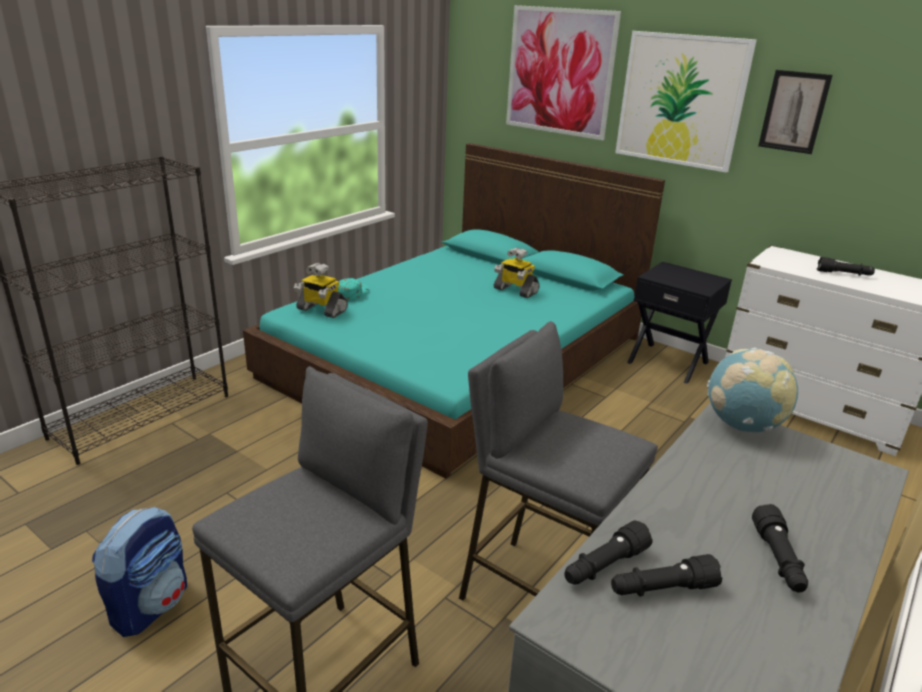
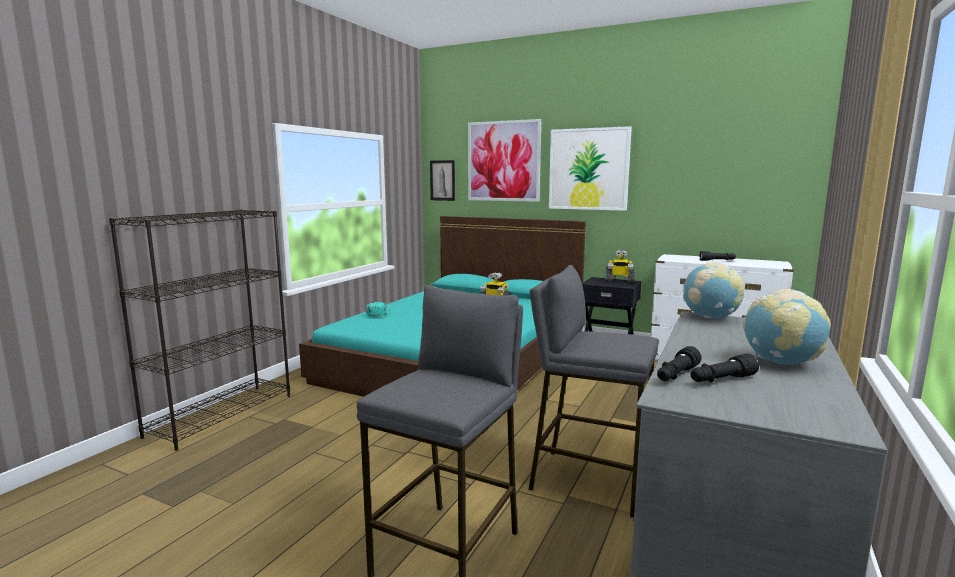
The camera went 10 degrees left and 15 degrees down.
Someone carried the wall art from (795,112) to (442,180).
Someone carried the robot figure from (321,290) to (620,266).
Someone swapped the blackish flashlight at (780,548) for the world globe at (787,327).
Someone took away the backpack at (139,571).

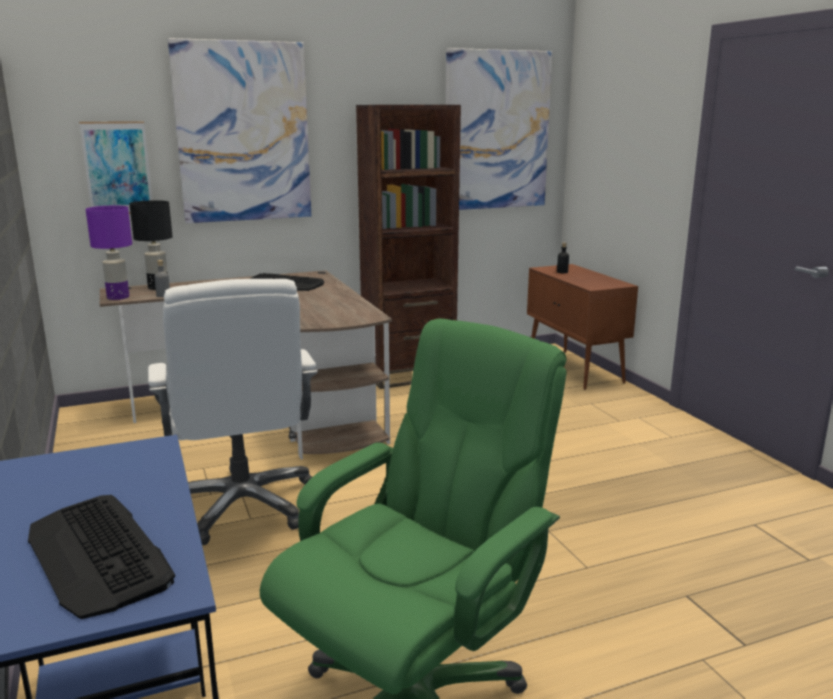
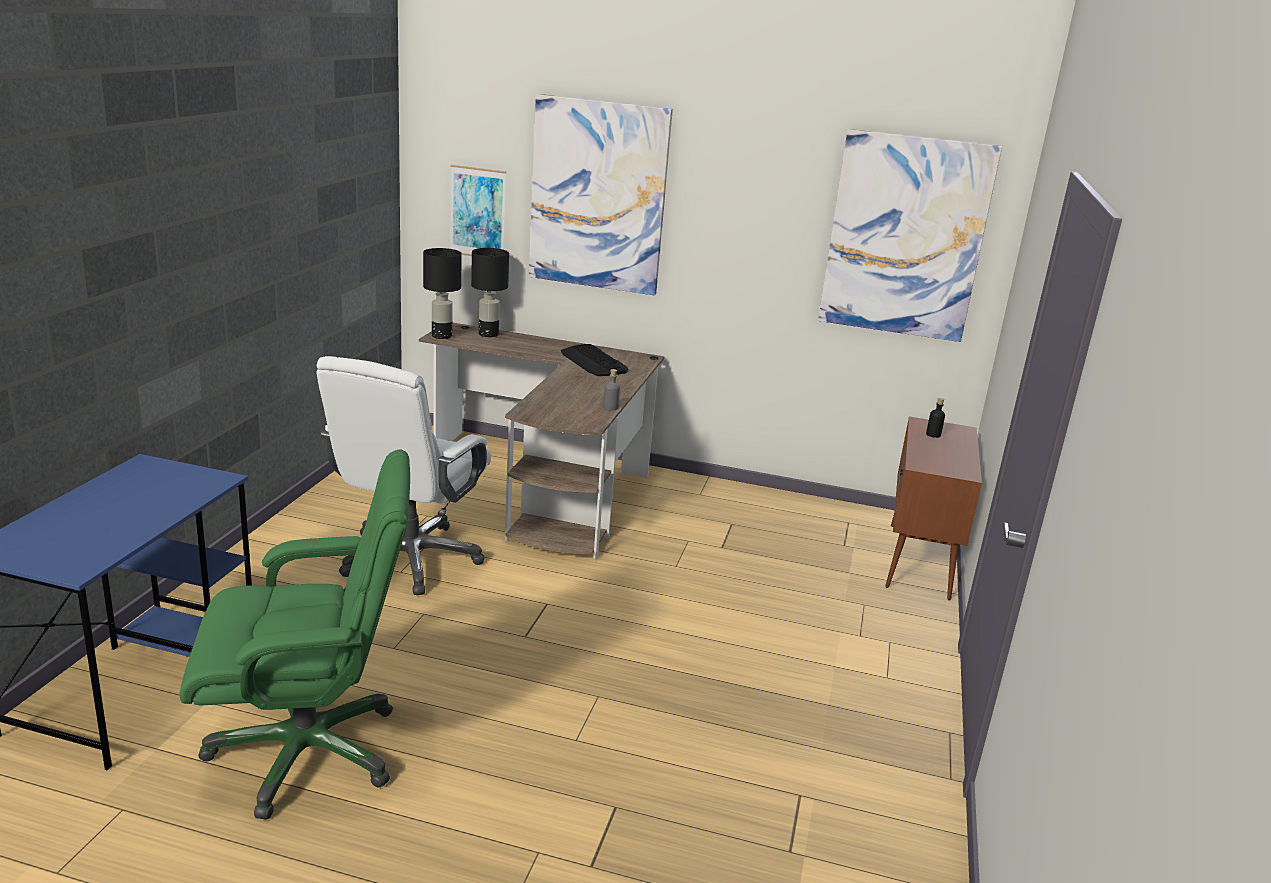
The camera went 35 degrees right and 5 degrees up.
Someone took away the brown-coloured shelving unit at (408,247).
Someone repainted the purplish tabletop lamp at (109,253), which became the blackish tabletop lamp at (442,293).
Someone carried the gray bottle from (162,278) to (611,390).
Someone took away the keyboard at (101,557).

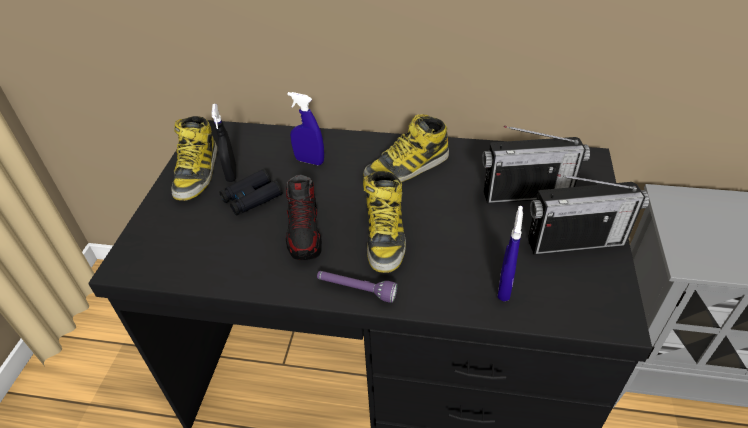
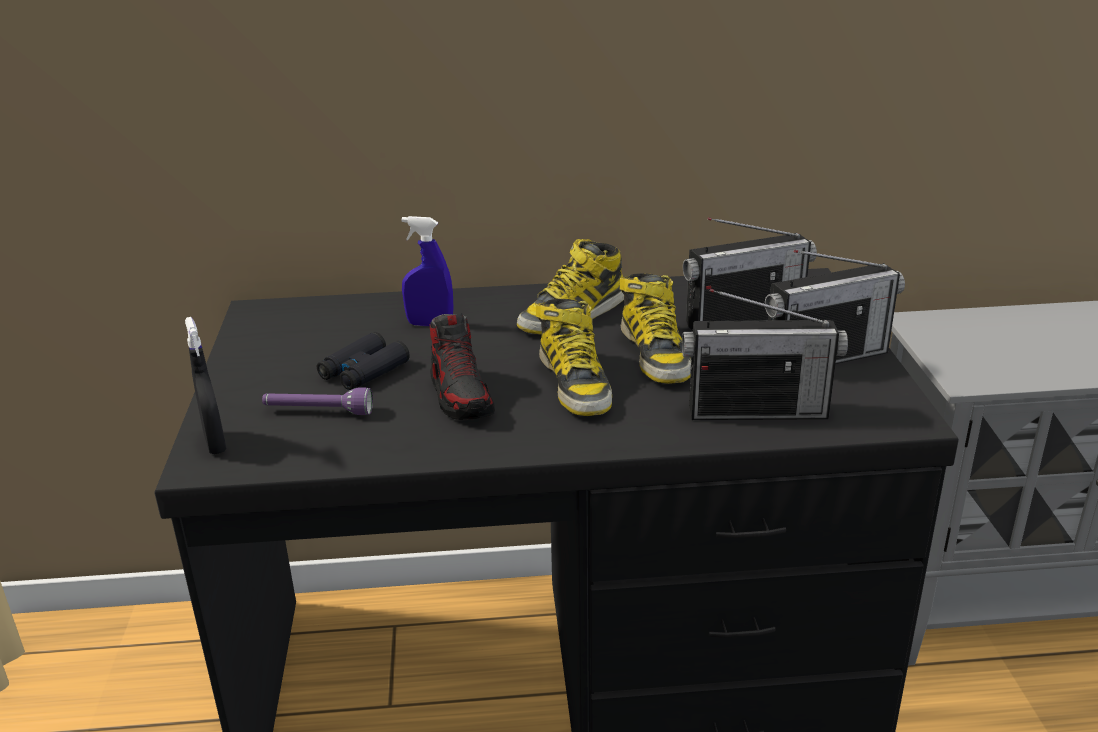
The camera went 15 degrees left and 15 degrees down.
Someone carried the blackish hand sprayer from (223,143) to (206,385).
Someone carried the high-top boot from (194,158) to (655,328).
Someone swapped the blue hand sprayer at (510,253) for the radio at (765,354).
Someone carried the purplish flashlight from (357,287) to (317,401).

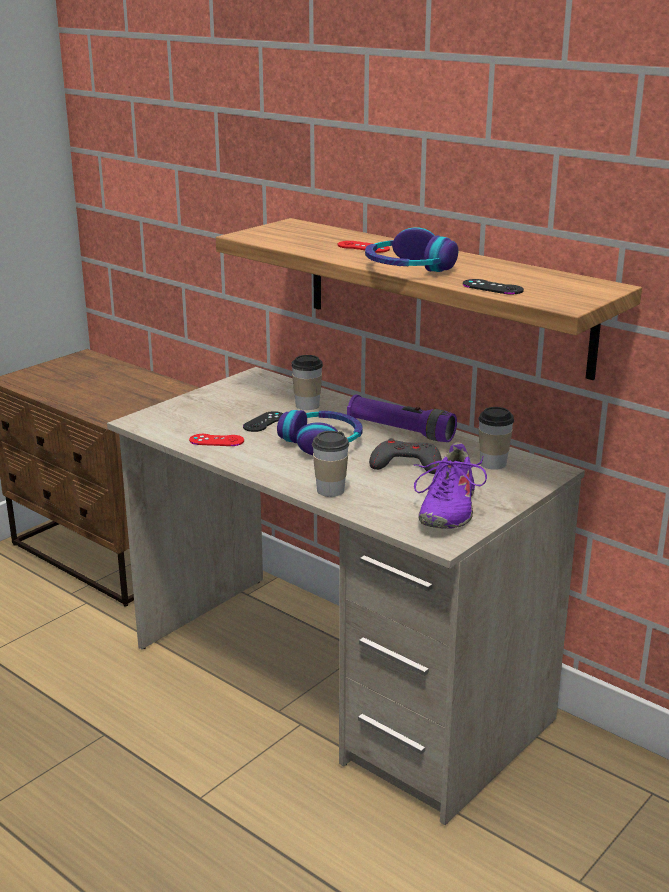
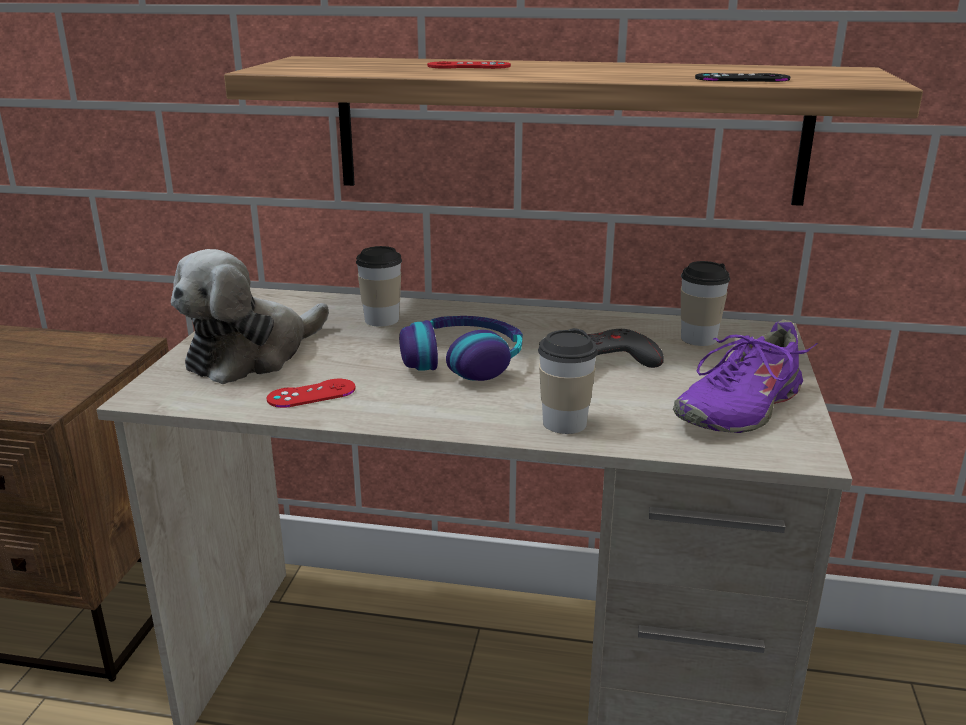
The camera went 30 degrees left and 0 degrees up.
Someone took away the headset at (411,249).
Someone took away the purplish flashlight at (402,418).
Someone took away the blackish gamepad at (263,421).
Someone rotated the purplish low shoe at (450,486) by 60 degrees clockwise.
Someone put down the cuddly toy at (250,316).

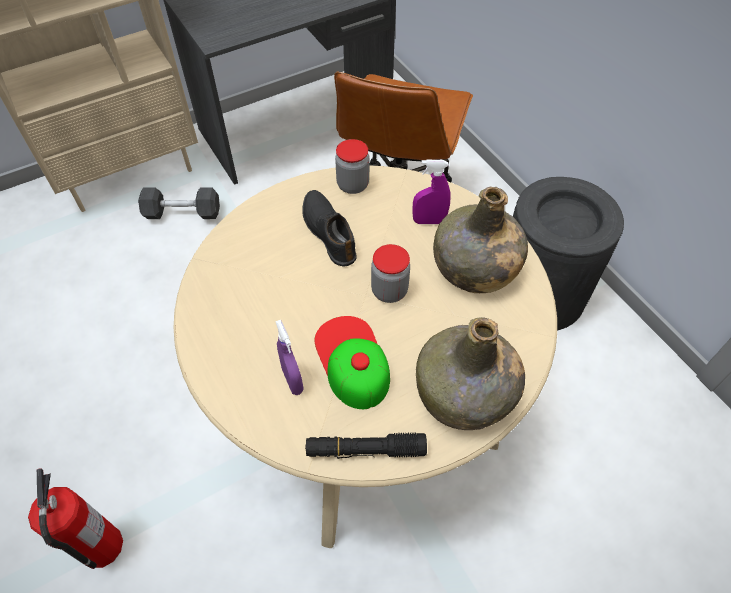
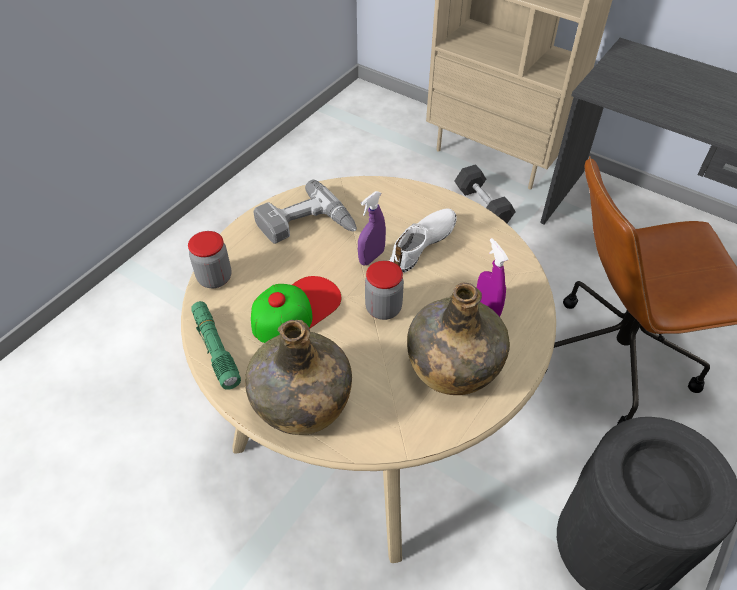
The camera went 65 degrees right and 5 degrees down.
Someone carried the jar from (352,166) to (209,259).
Someone repainted the blackish low shoe at (329,228), which became the white low shoe at (423,241).
Someone carried the purplish hand sprayer from (289,357) to (372,228).
Someone repainted the blackish flashlight at (366,446), which became the greenish flashlight at (216,345).
Someone took away the extinguisher at (75,519).
Someone put down the electric drill at (305,212).

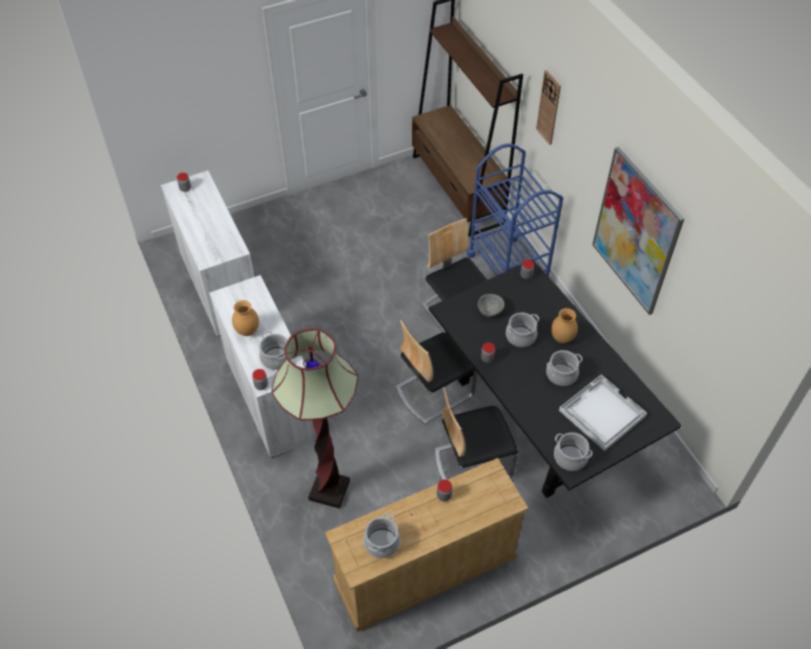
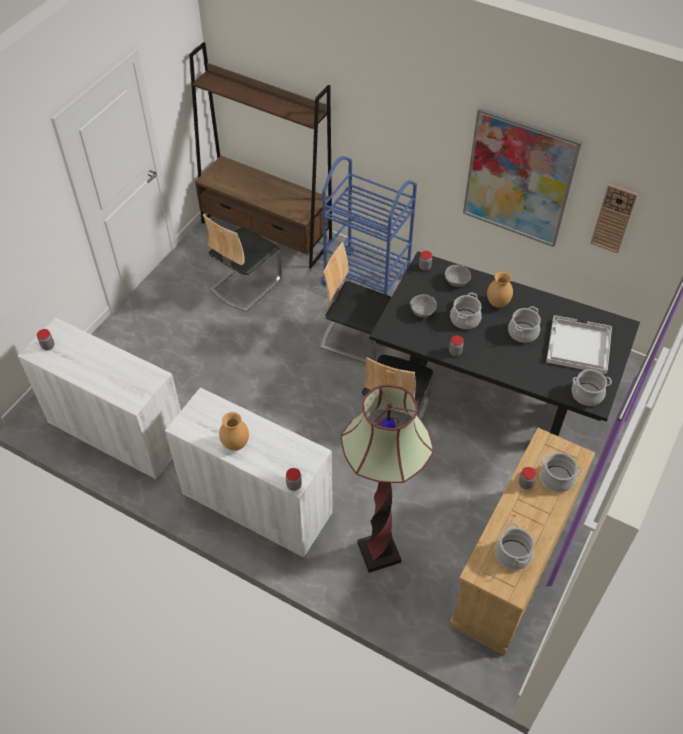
The camera went 35 degrees left and 0 degrees up.
Someone carried the clock on the wall from (548,107) to (614,218).
Someone carried the saucepot from (273,350) to (561,472).
Someone carried the plain chair from (476,433) to (242,263).
Someone put down the gray serving bowl at (458,276).

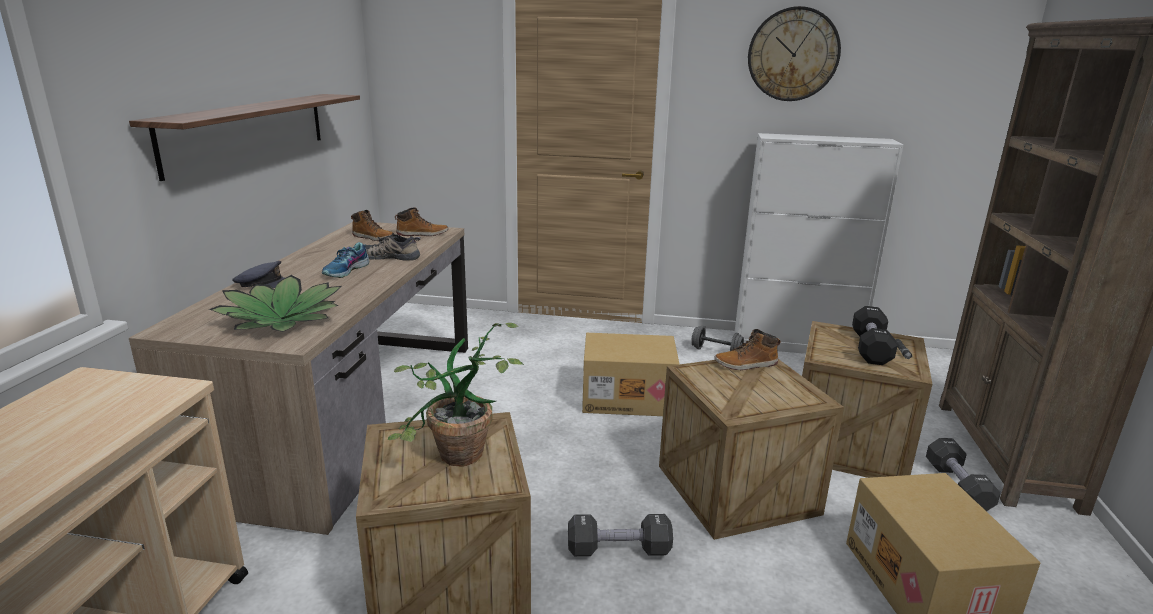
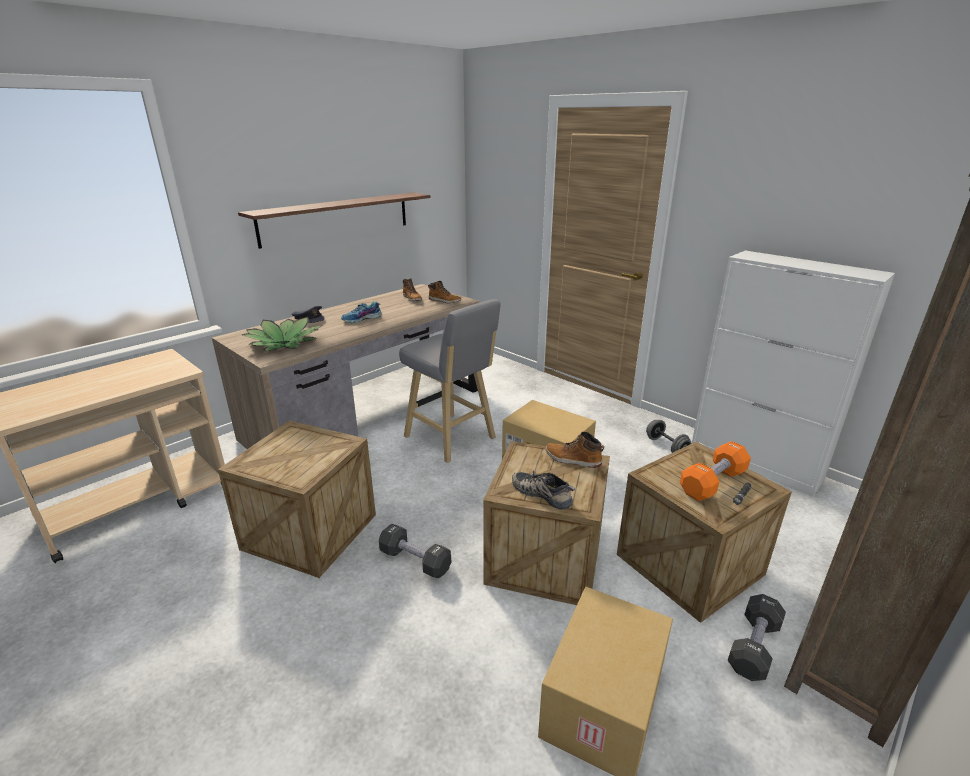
The camera went 35 degrees right and 5 degrees up.
Someone took away the clock on the wall at (794,53).
Someone carried the low shoe from (393,247) to (543,490).
Someone repainted the blackish dumbbell at (875,335), which became the orangey dumbbell at (715,471).
Someone took away the potted plant at (456,395).
Someone put down the gray sitting stool at (449,381).

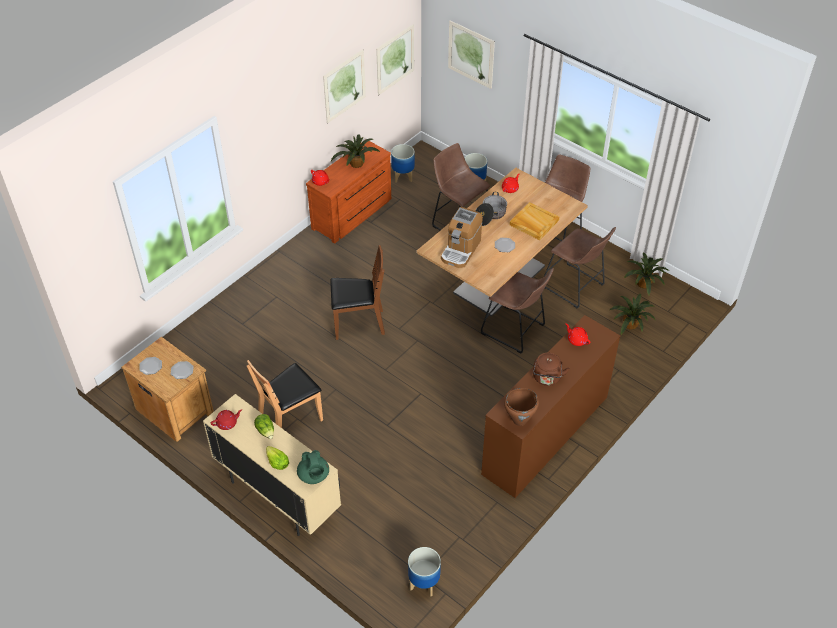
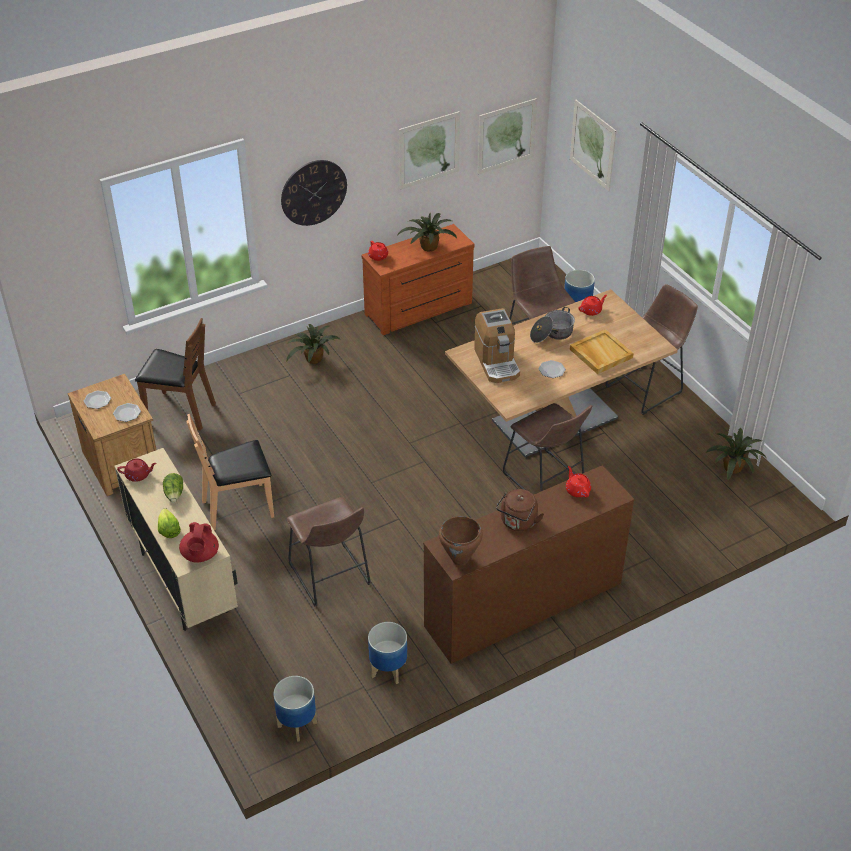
The camera went 20 degrees right and 5 degrees down.
Someone carried the flower pot from (403,163) to (387,653).
Someone rotated the coffee brewer at (462,237) by 60 degrees counterclockwise.
Someone carried the brown-coloured sitting stool from (580,268) to (329,552).
Someone carried the brown-coloured plain chair from (357,292) to (175,374).
Someone carried the potted plant from (633,314) to (313,344).
Someone repainted the greenish teapot at (313,467), which became the reddish teapot at (199,542).
Someone put up the clock on the wall at (314,193).

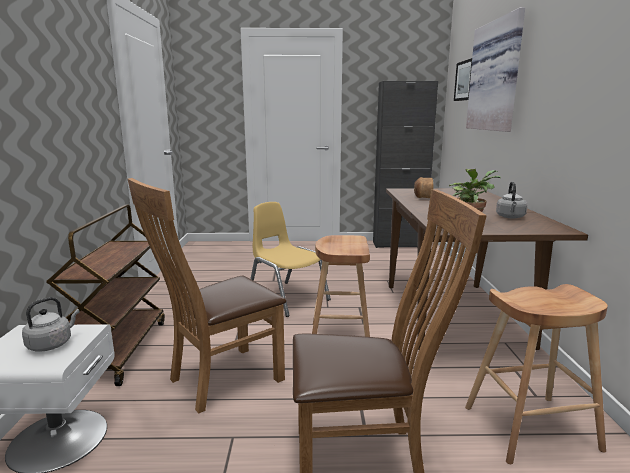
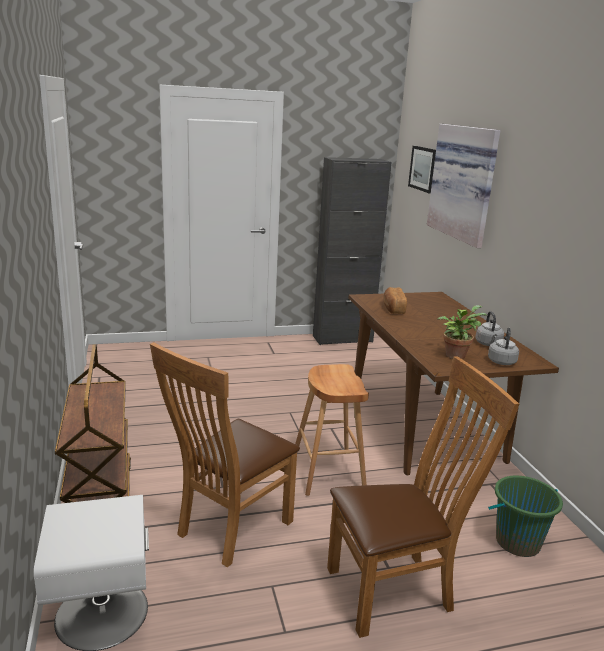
The camera went 15 degrees left and 5 degrees up.
Someone took away the yellowish plain chair at (290,259).
Someone swapped the brown-coloured sitting stool at (536,374) for the greenish bucket at (525,516).
Someone carried the gray water kettle from (51,324) to (503,346).

